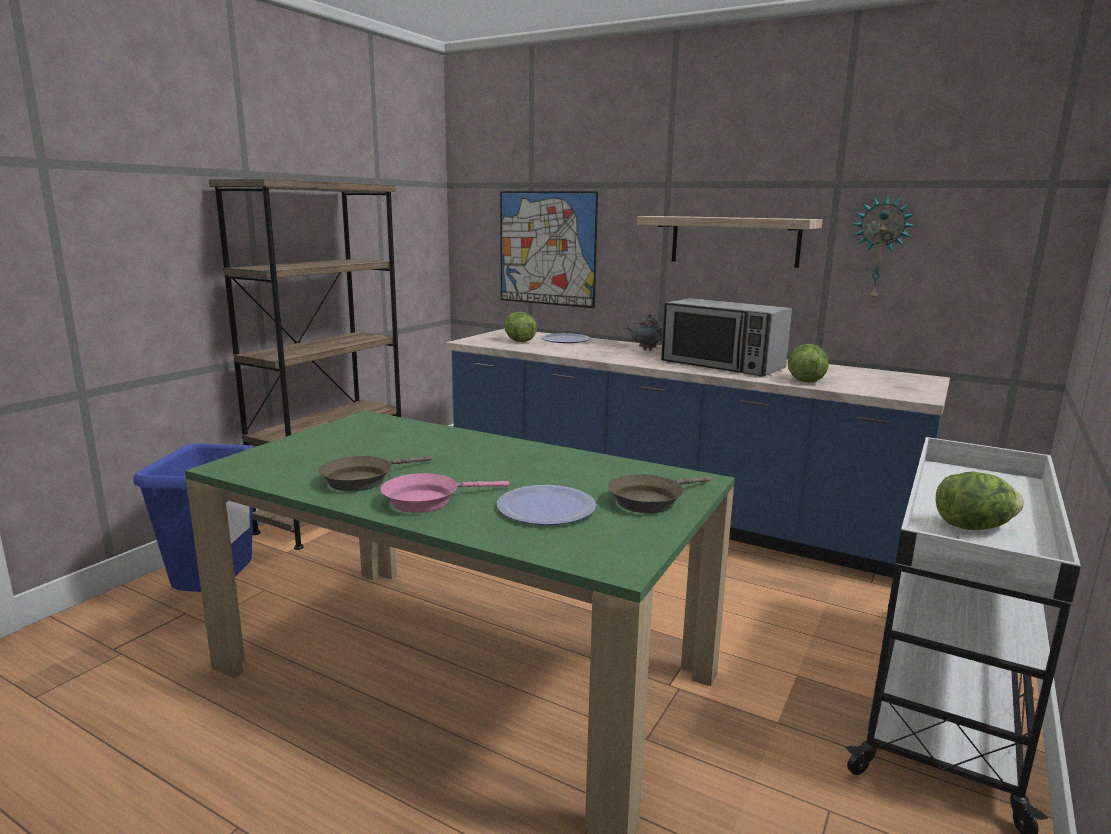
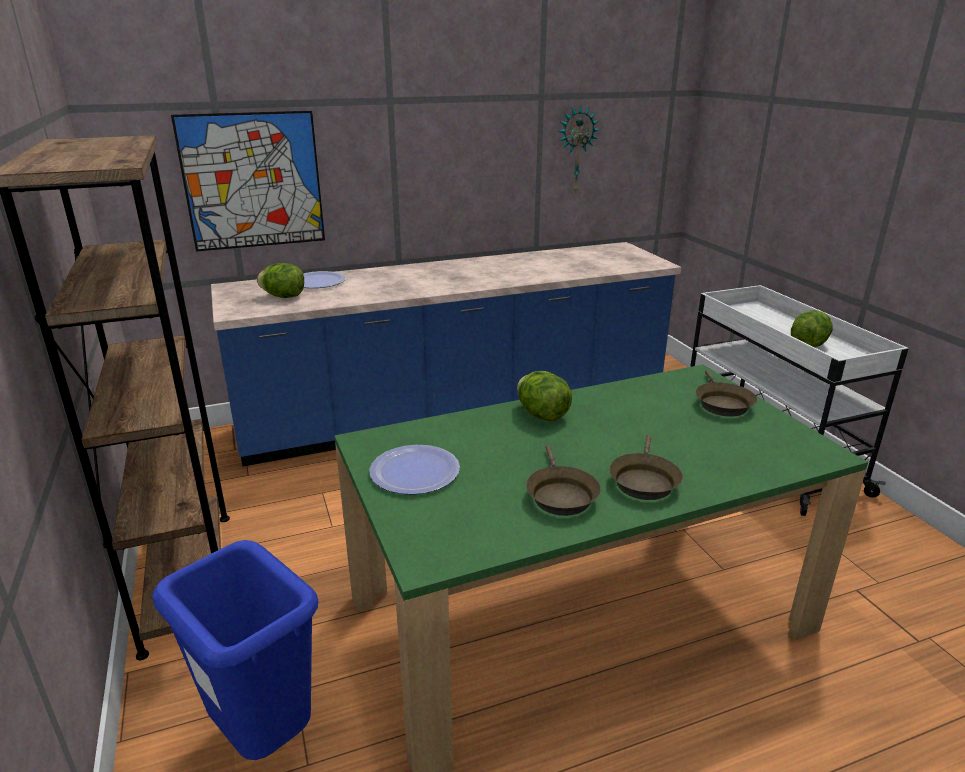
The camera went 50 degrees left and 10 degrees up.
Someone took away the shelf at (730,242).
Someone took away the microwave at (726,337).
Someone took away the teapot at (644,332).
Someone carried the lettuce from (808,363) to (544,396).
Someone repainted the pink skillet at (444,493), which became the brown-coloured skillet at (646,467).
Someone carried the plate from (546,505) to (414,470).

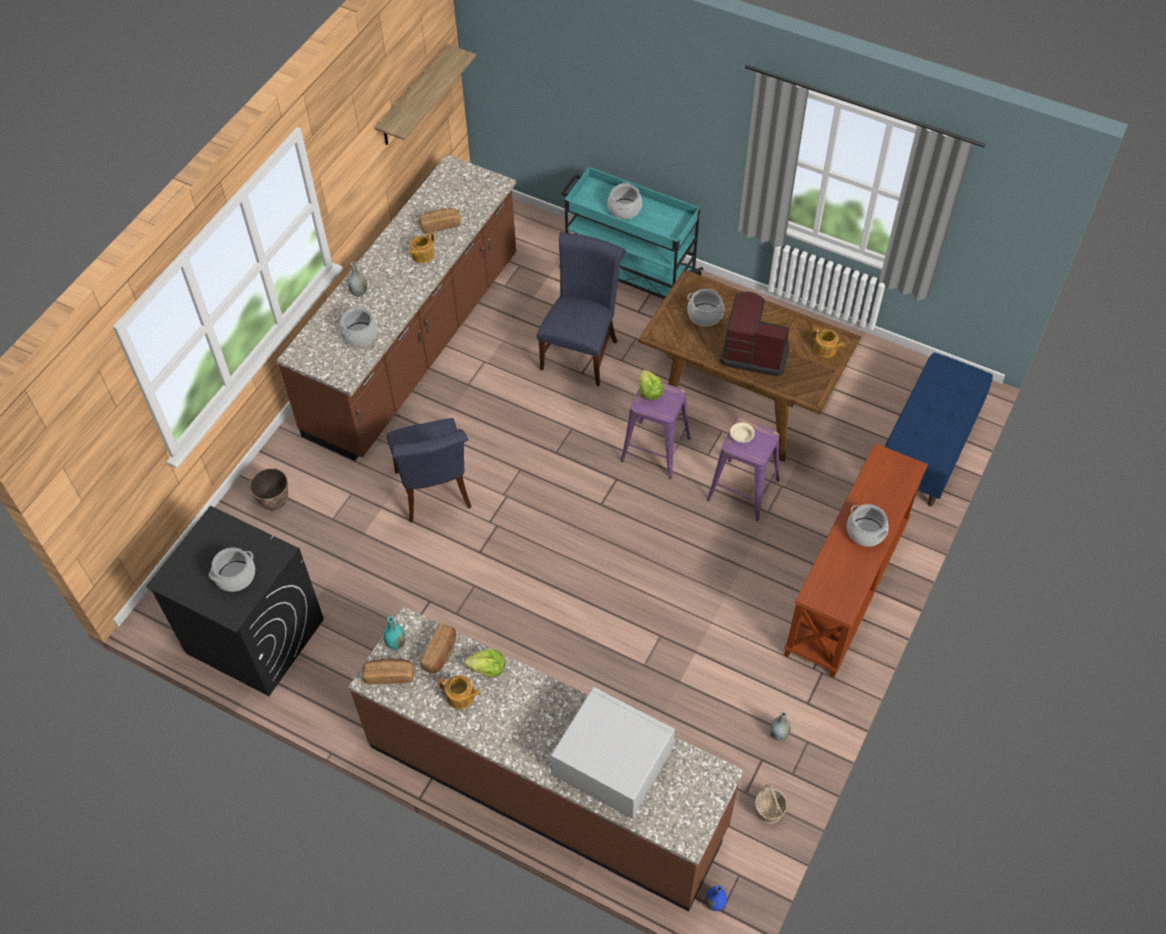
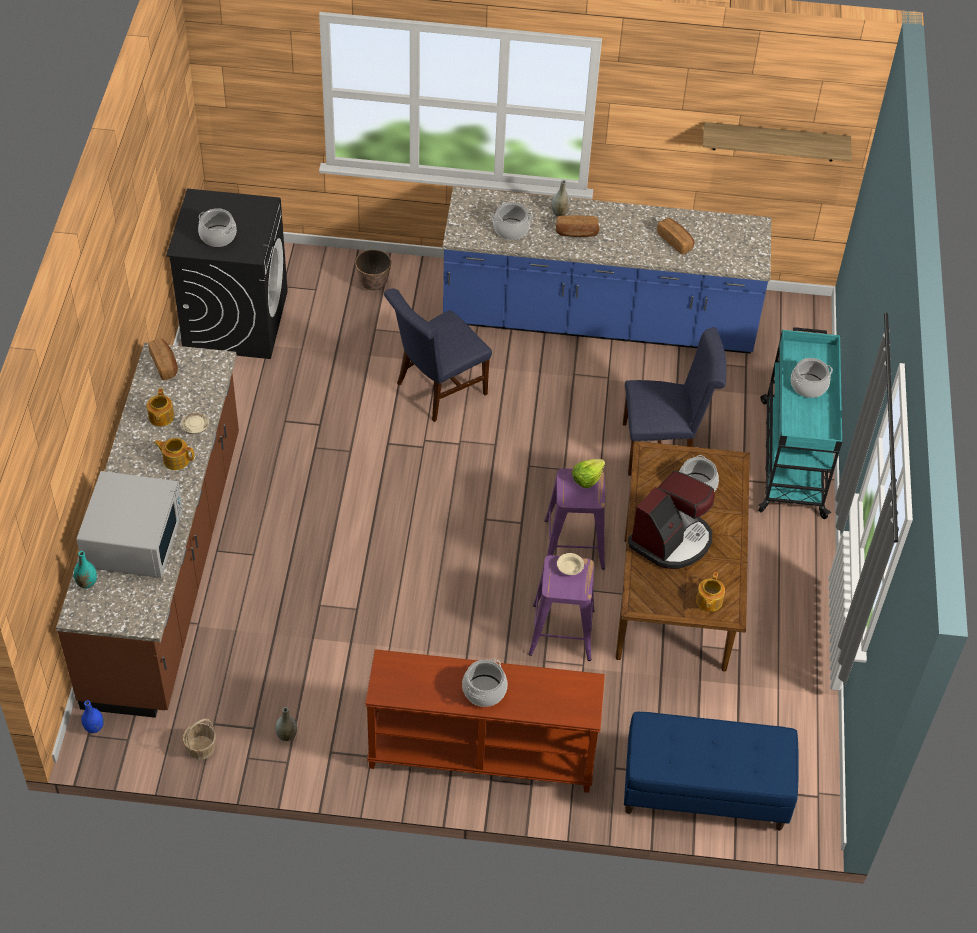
The camera went 65 degrees right and 5 degrees down.
Someone repainted the brown-coloured counter at (396,307), which became the blue counter at (607,270).
Someone carried the teapot from (422,247) to (174,454).
Someone rotated the coffee brewer at (755,334) by 45 degrees clockwise.
Someone carried the blue-green flower vase from (394,633) to (85,570).
Someone carried the bread from (438,648) to (577,226).
Someone swapped the lettuce at (484,663) for the sand-coloured plate at (195,423).

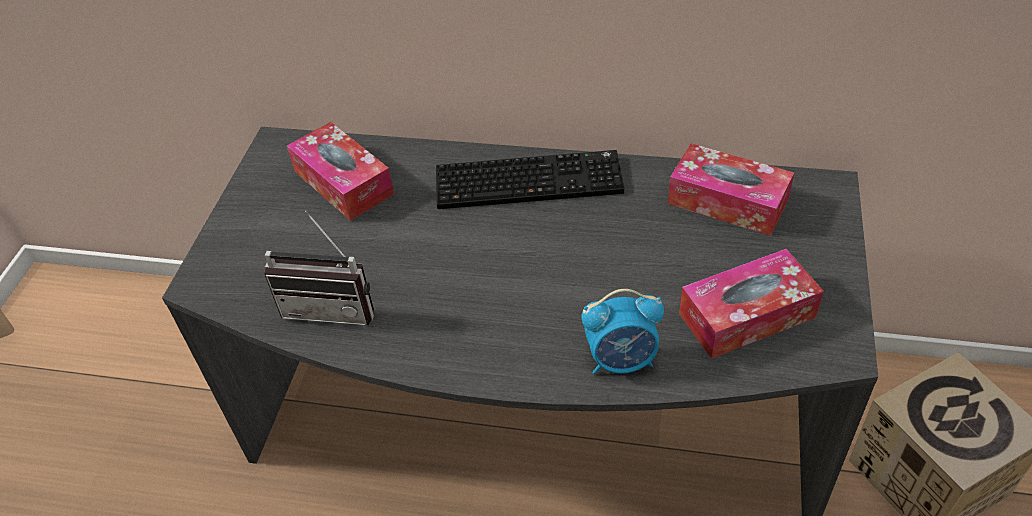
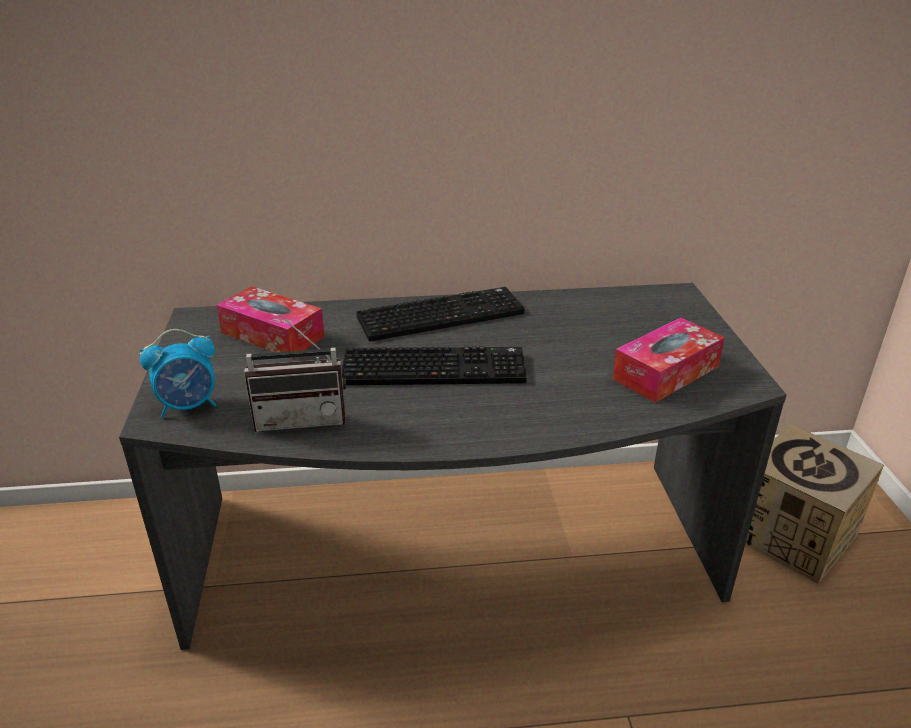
The camera went 20 degrees left and 15 degrees down.
Someone took away the tissue holder at (731,189).
Someone carried the table clock from (622,331) to (178,373).
Someone put down the keyboard at (434,365).

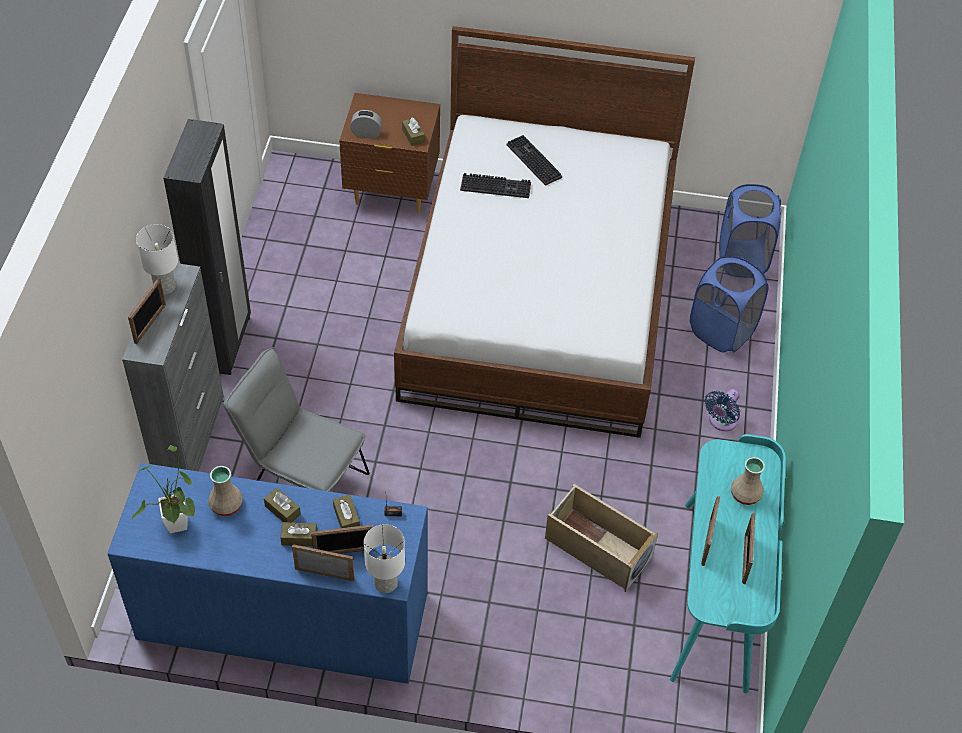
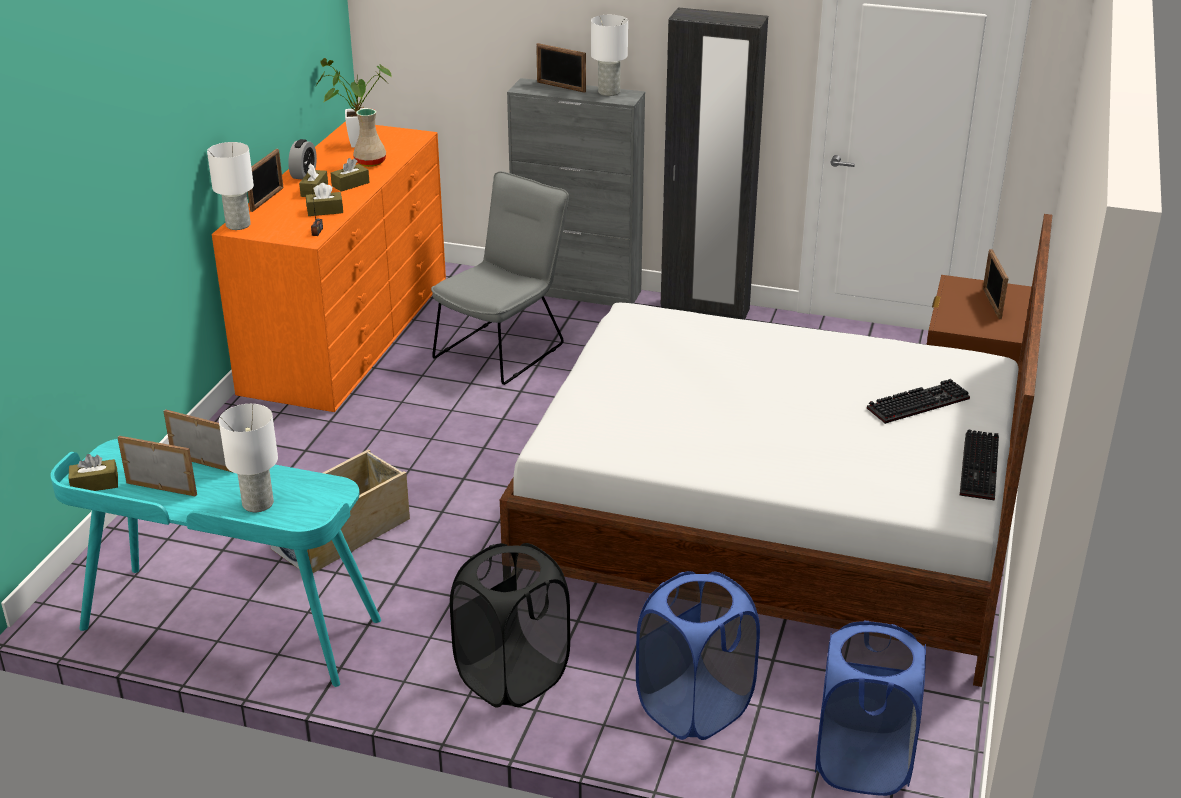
The camera went 100 degrees right and 20 degrees down.
Someone carried the table clock from (366,124) to (302,159).
Someone carried the brown-coloured tissue holder from (413,132) to (93,472).
Someone carried the keyboard from (495,185) to (979,465).
Someone swapped the blue fan at (722,410) for the blackish hamper at (510,625).
Someone swapped the sand-coloured flower vase at (748,481) for the white tabletop lamp at (248,458).
Someone repainted the blue drawer chest at (267,573), which became the orangey drawer chest at (329,266).
Someone carried the picture frame from (342,539) to (995,284).

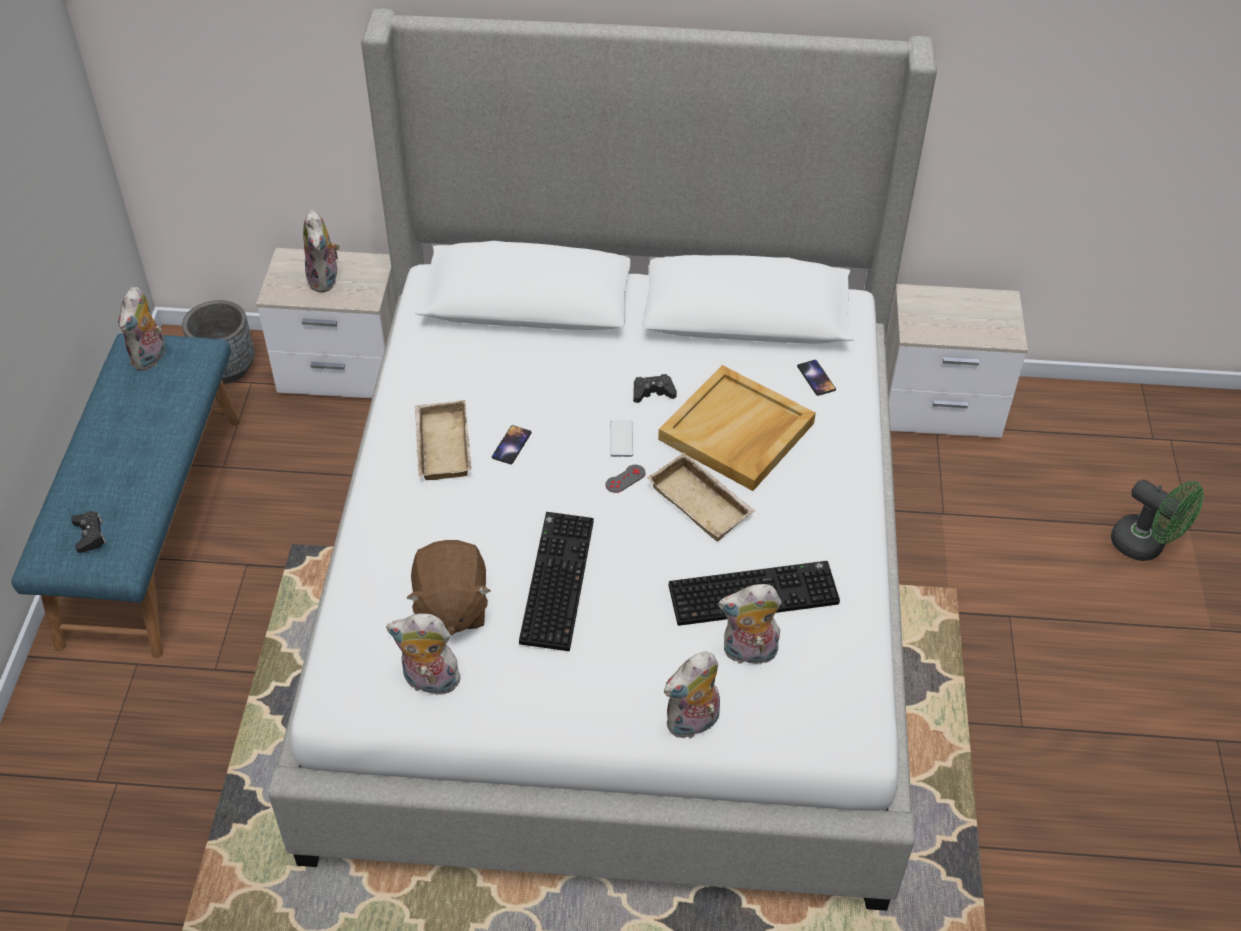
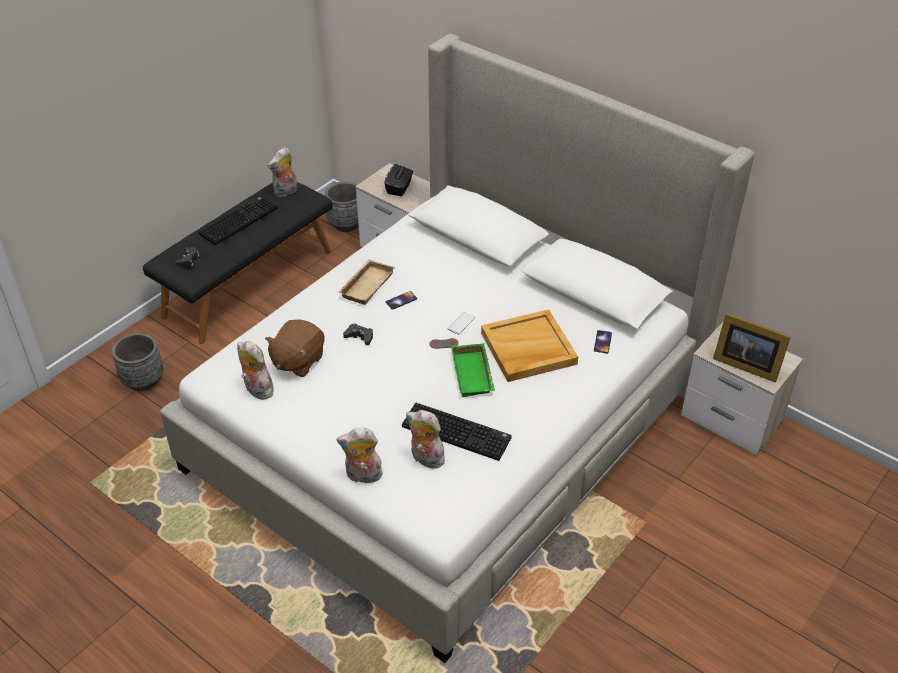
The camera went 35 degrees right and 5 degrees down.
Someone swapped the cuddly toy at (321,250) for the blackish tissue holder at (398,180).
Someone repainted the blue bench at (125,495), which became the blackish bench at (237,263).
Someone carried the blackish gamepad from (655,388) to (358,334).
Someone repainted the sand-coloured tray at (701,496), which became the greenish tray at (473,370).
Someone took away the greenish fan at (1157,520).
Someone carried the keyboard from (556,581) to (238,220).
Someone put down the picture frame at (752,348).
Someone put down the gray flower pot at (137,362).

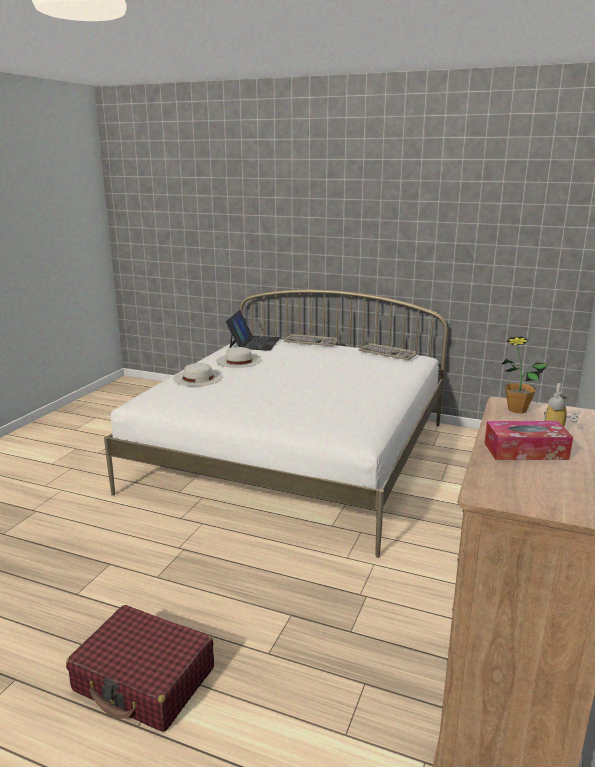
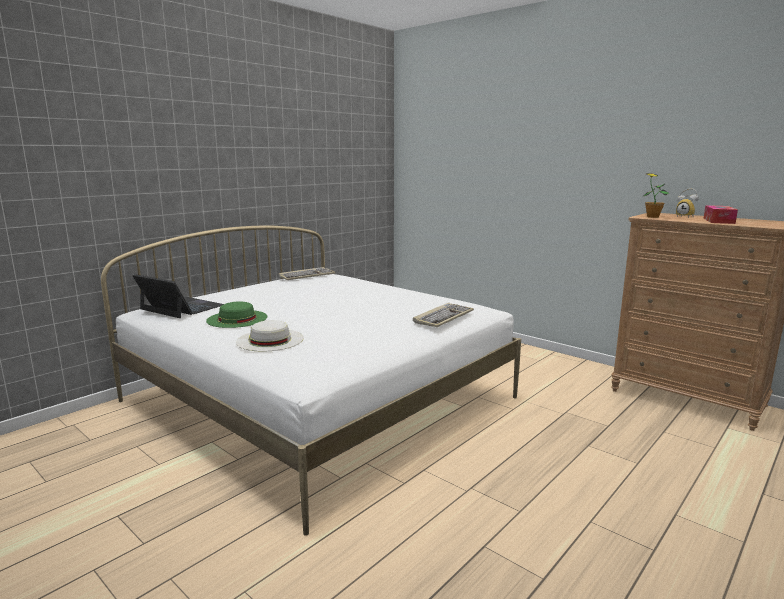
The camera went 70 degrees left and 5 degrees down.
Someone carried the keyboard from (311,340) to (443,315).
Someone repainted the white clothing hat at (239,357), which became the greenish clothing hat at (236,314).
Someone took away the reddish suitcase at (140,668).

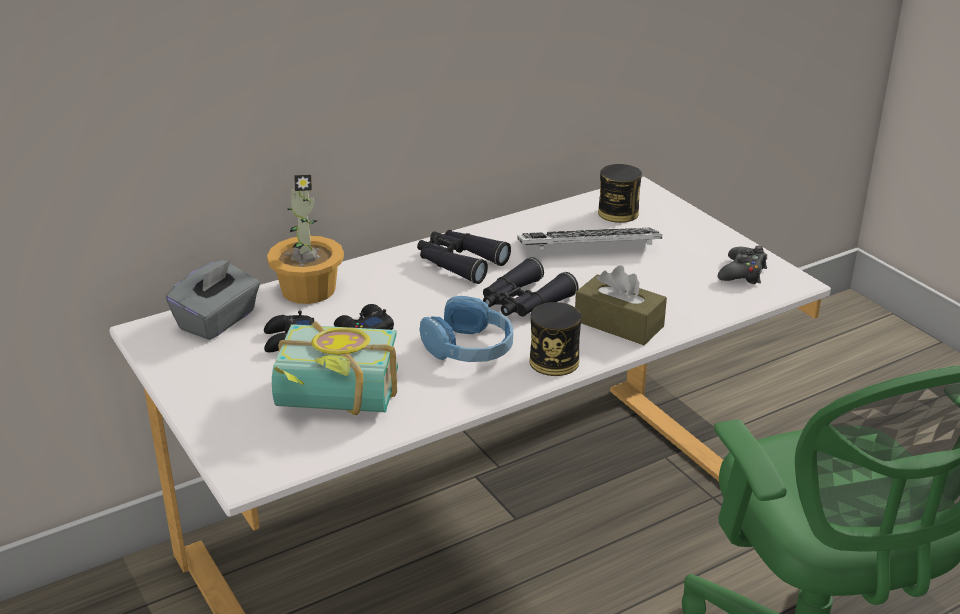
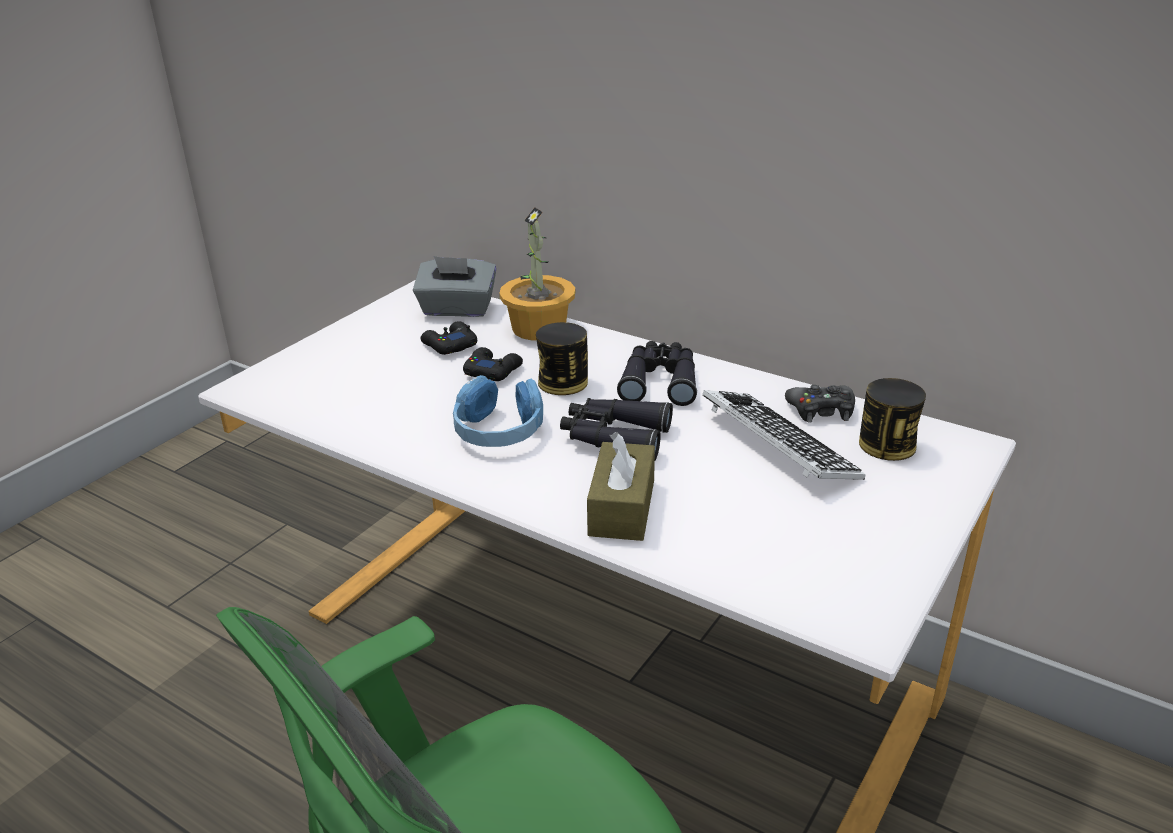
The camera went 65 degrees right and 0 degrees up.
Someone carried the blackish gamepad from (742,265) to (820,404).
Someone carried the metal can from (555,339) to (562,358).
Someone took away the book at (335,368).

